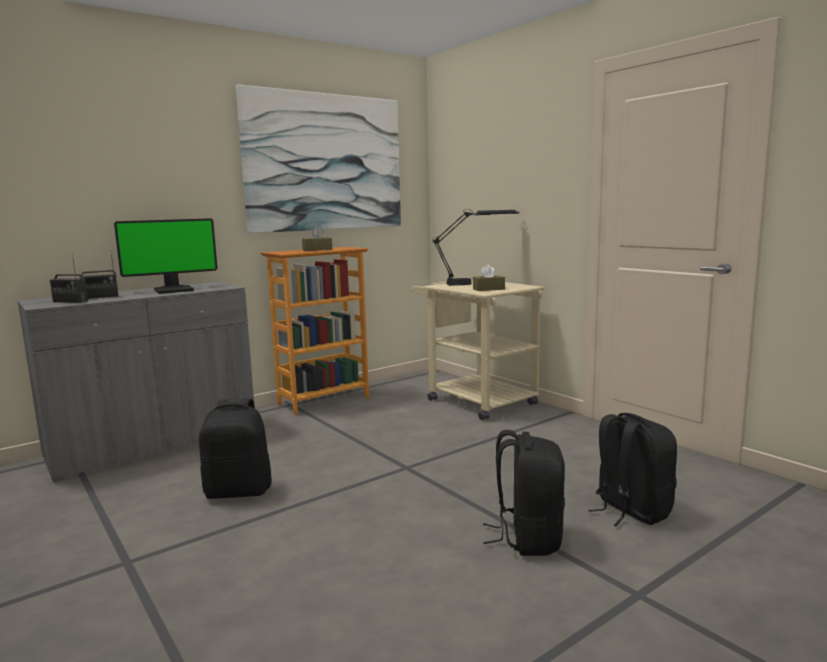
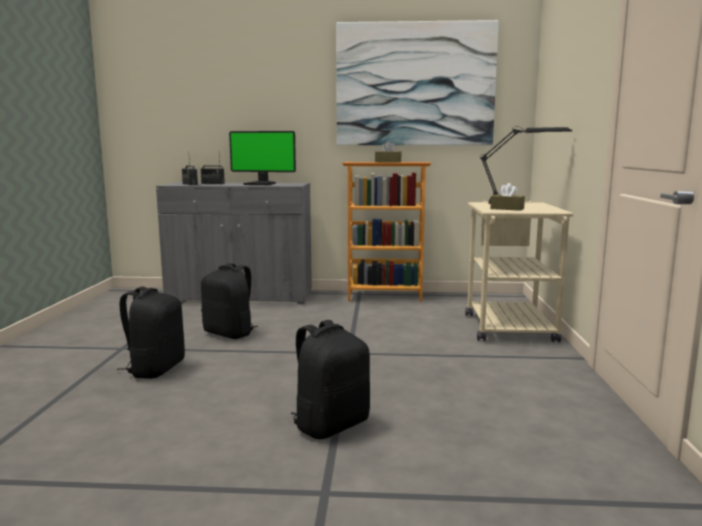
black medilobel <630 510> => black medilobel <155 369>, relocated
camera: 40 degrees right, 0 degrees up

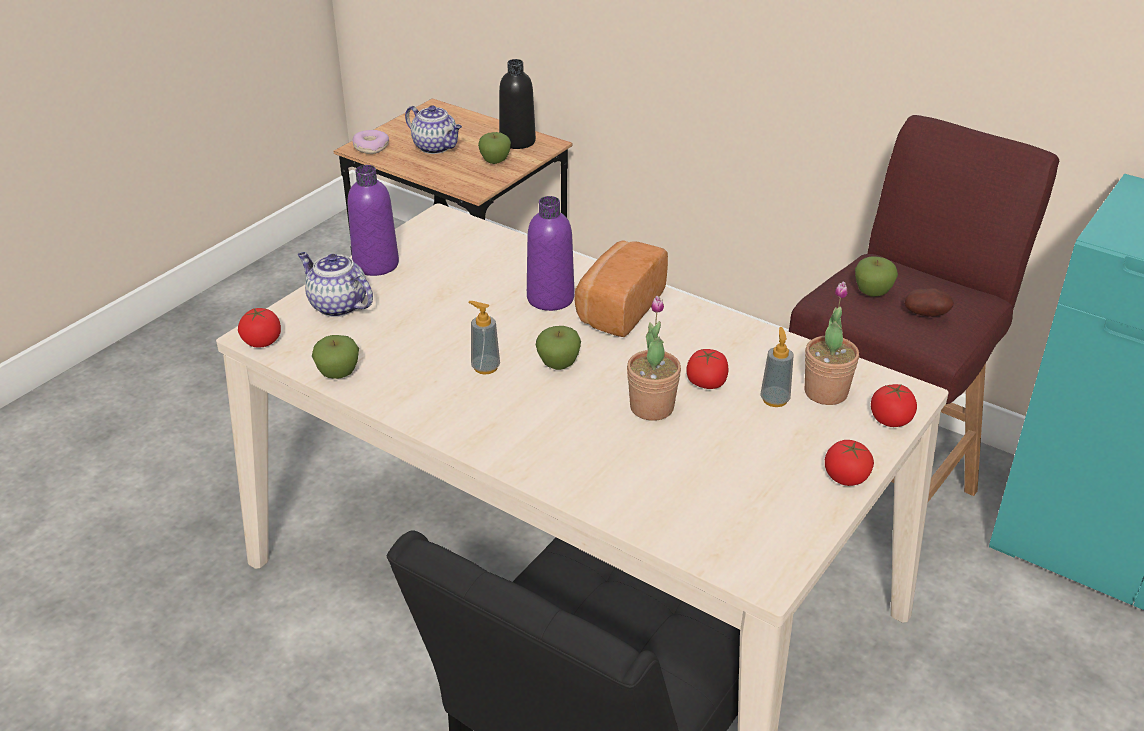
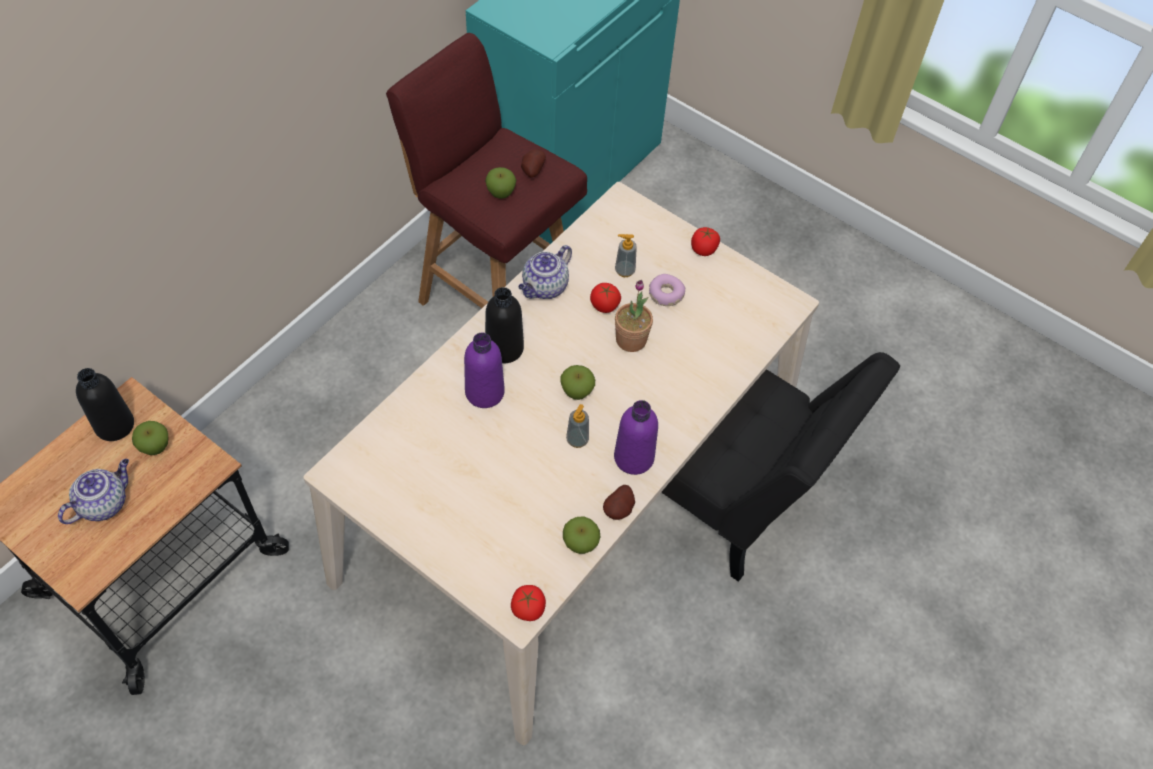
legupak <337 305> => legupak <545 288>, relocated
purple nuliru <376 264> => purple nuliru <634 457>, relocated
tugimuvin <371 147> => tugimuvin <666 294>, relocated
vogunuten <617 308> => black nuliru <504 348>
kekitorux <826 392> => nothing
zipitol <891 420> => nothing
nothing => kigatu <620 510>
camera: 90 degrees left, 20 degrees up

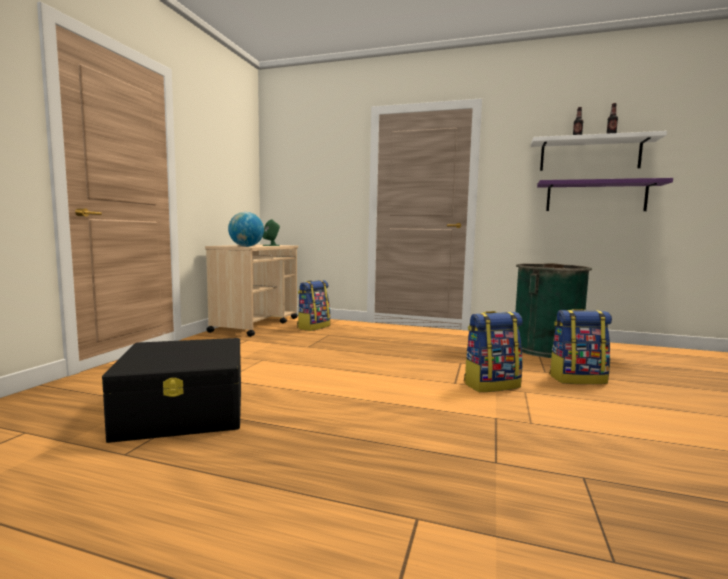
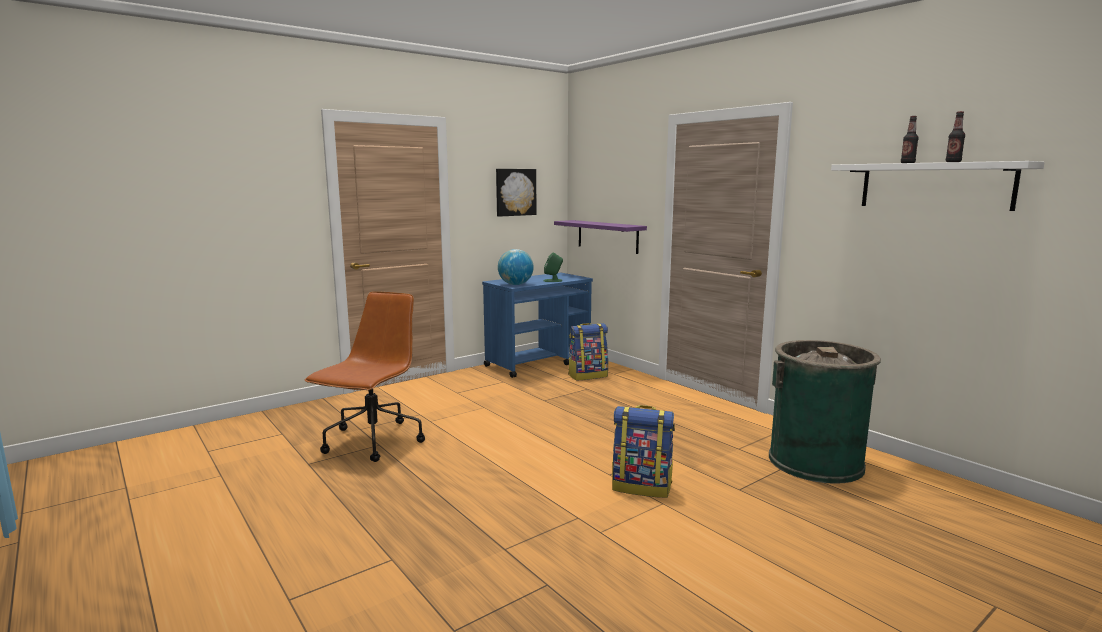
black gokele <185 410> => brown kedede <373 442>
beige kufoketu <256 324> => blue kufoketu <539 363>
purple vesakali <595 196> => purple vesakali <607 236>, relocated
medilobel <577 379> => nothing
nothing => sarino <515 192>
camera: 35 degrees right, 5 degrees up

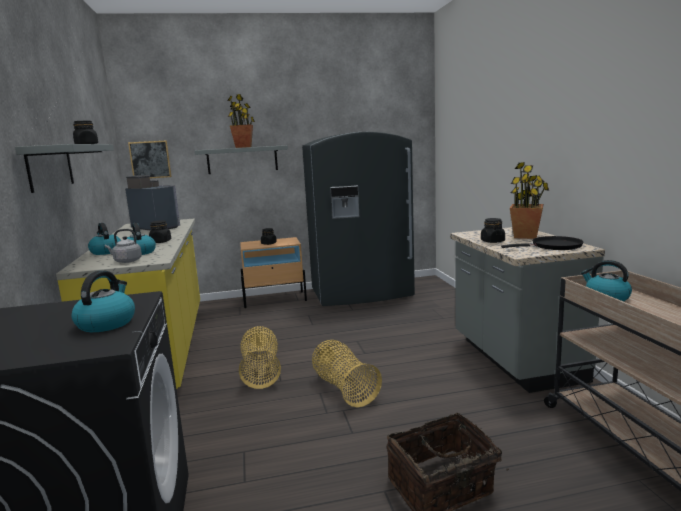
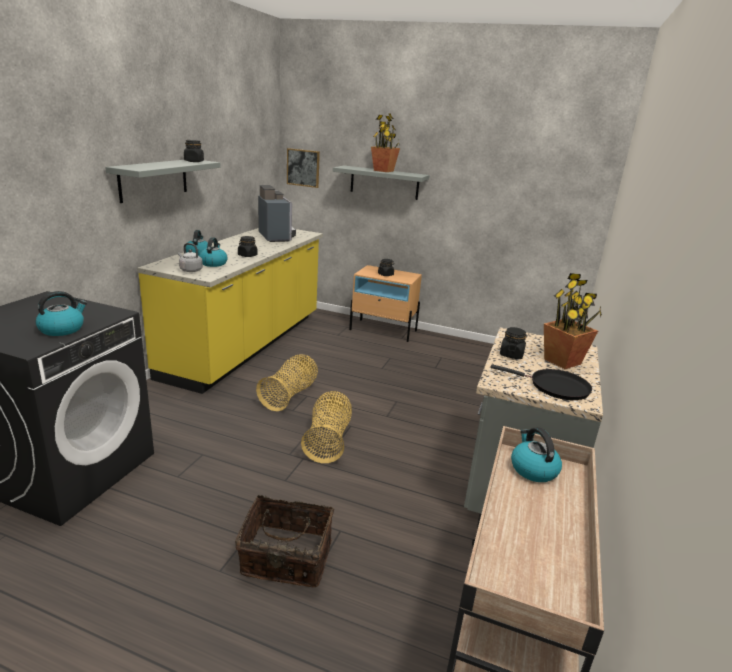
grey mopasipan <362 293> => nothing
camera: 30 degrees right, 10 degrees up

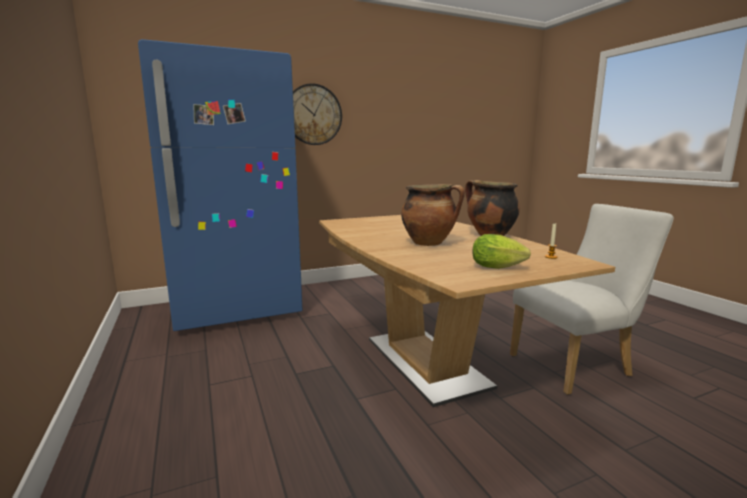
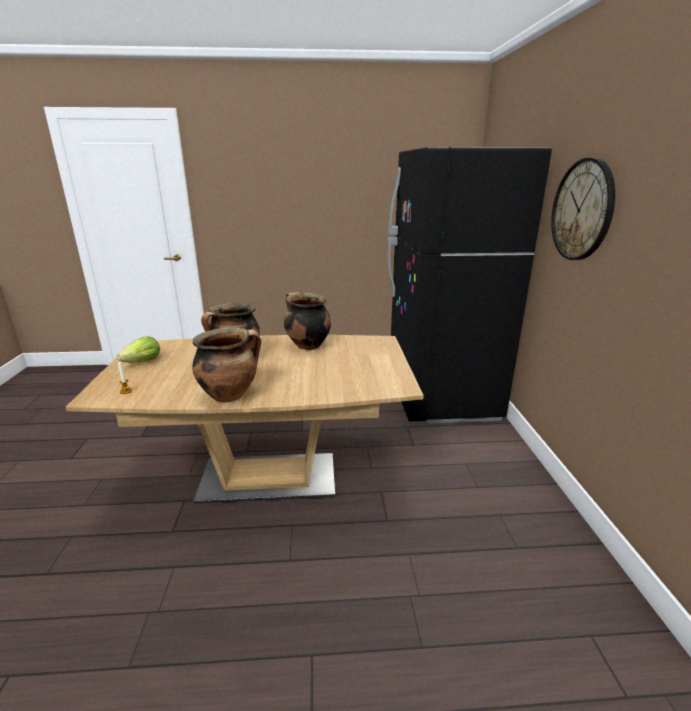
blue mopasipan <237 309> => black mopasipan <441 396>
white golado <576 365> => nothing
nothing => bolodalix <307 345>
camera: 110 degrees right, 10 degrees up

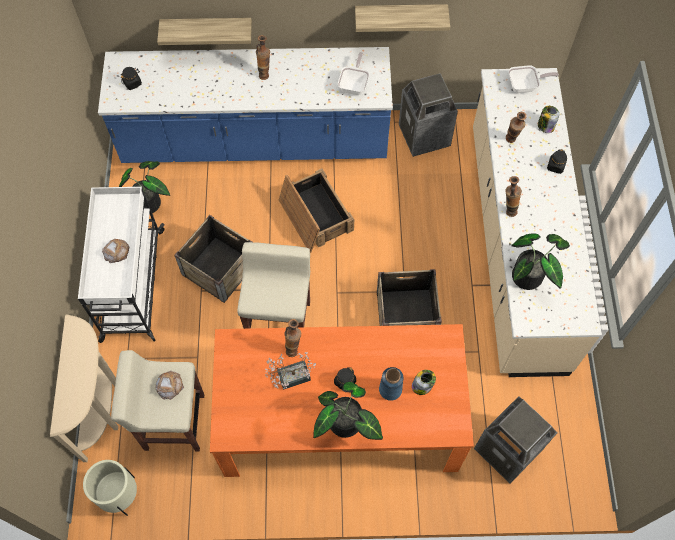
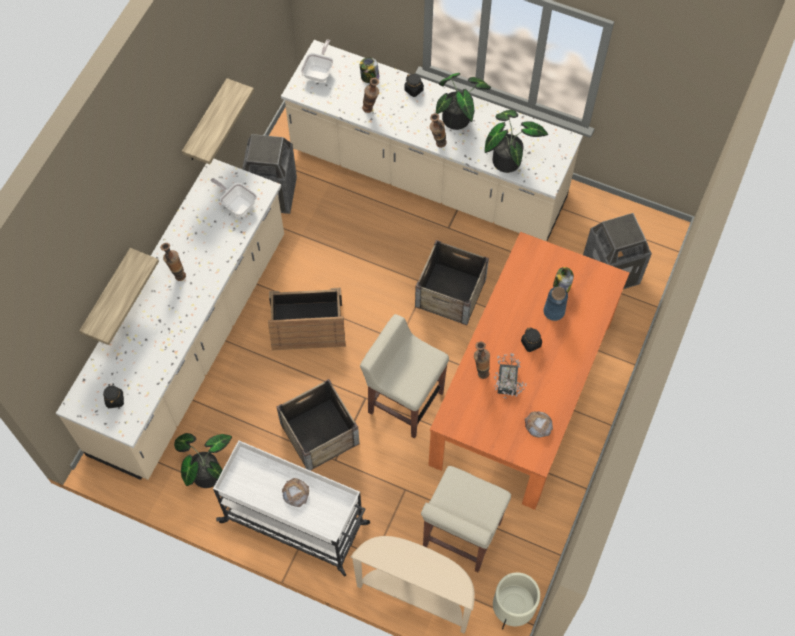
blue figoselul <255 142> => beige figoselul <191 344>
vogunuten <169 385> => vogunuten <538 425>, relocated
kekitorux <346 426> => kekitorux <460 119>, relocated
camera: 65 degrees left, 0 degrees up

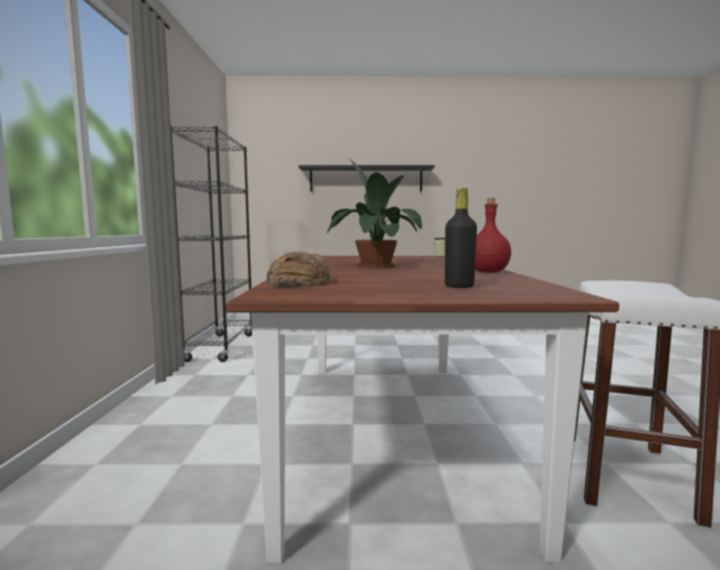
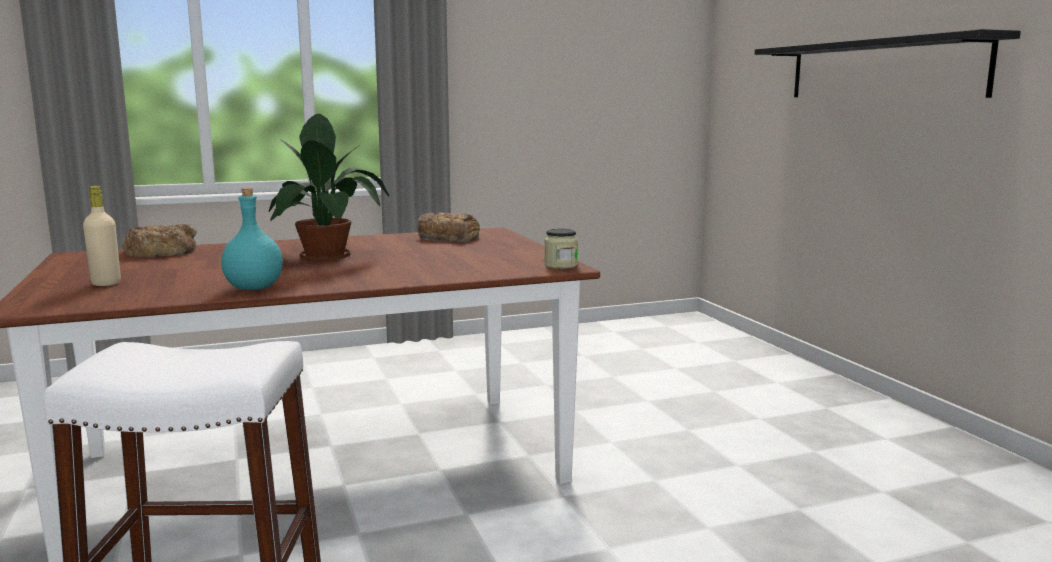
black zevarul <221 347> => nothing
black nuliru <459 286> => beige nuliru <106 283>
red nuliru <487 272> => turquoise nuliru <255 288>
nothing => vogunuten <448 237>
camera: 70 degrees right, 5 degrees up

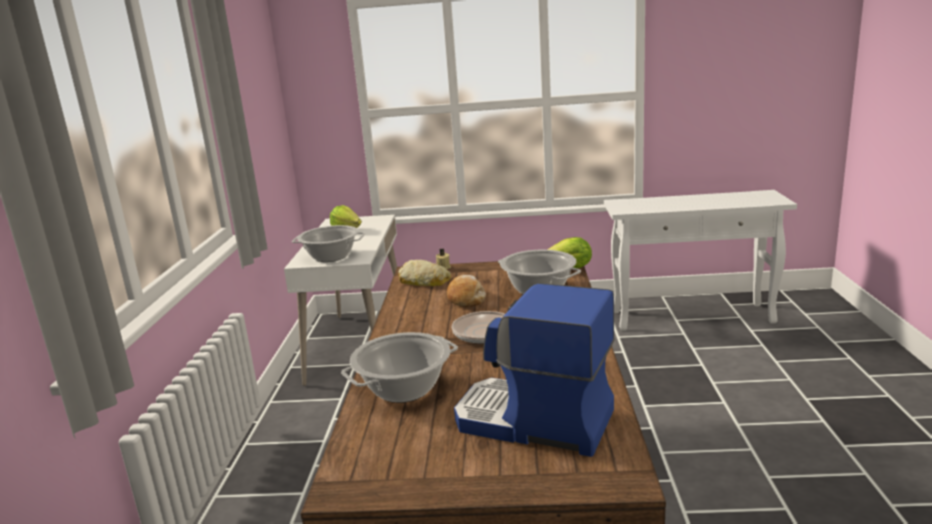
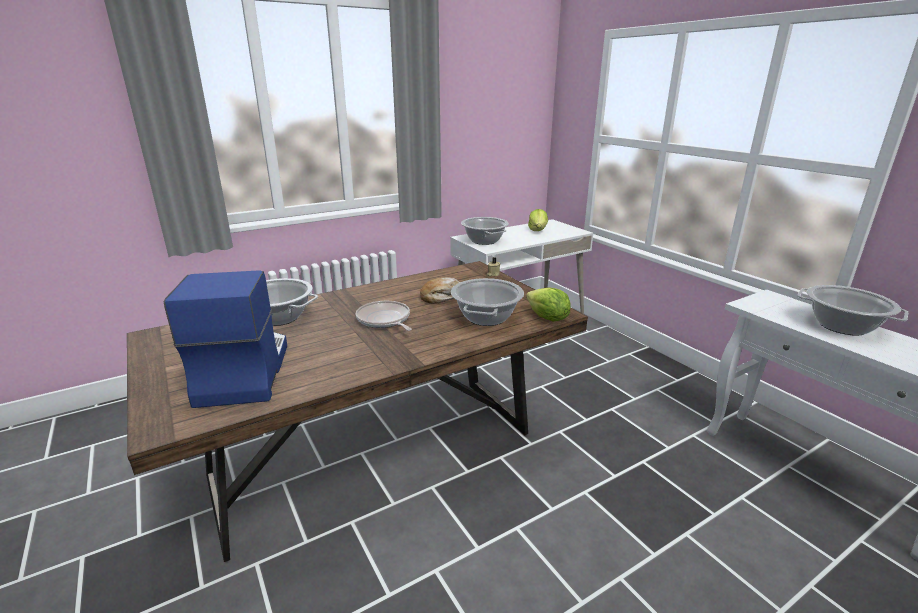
vogunuten <424 281> => nothing
nothing => bolodalix <842 326>
camera: 55 degrees right, 5 degrees up

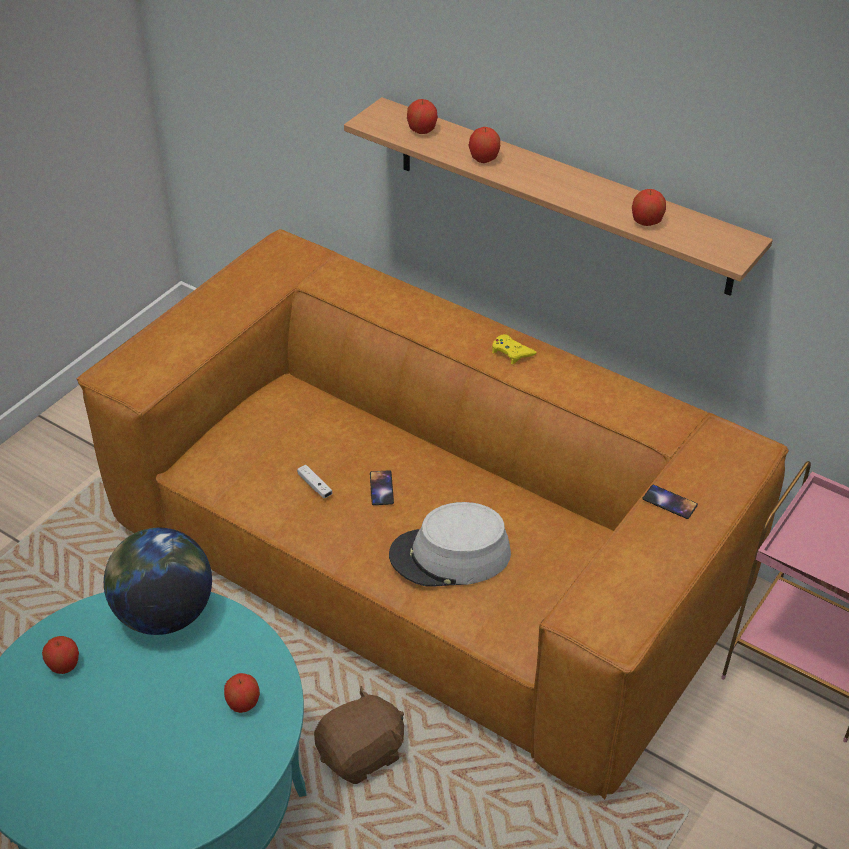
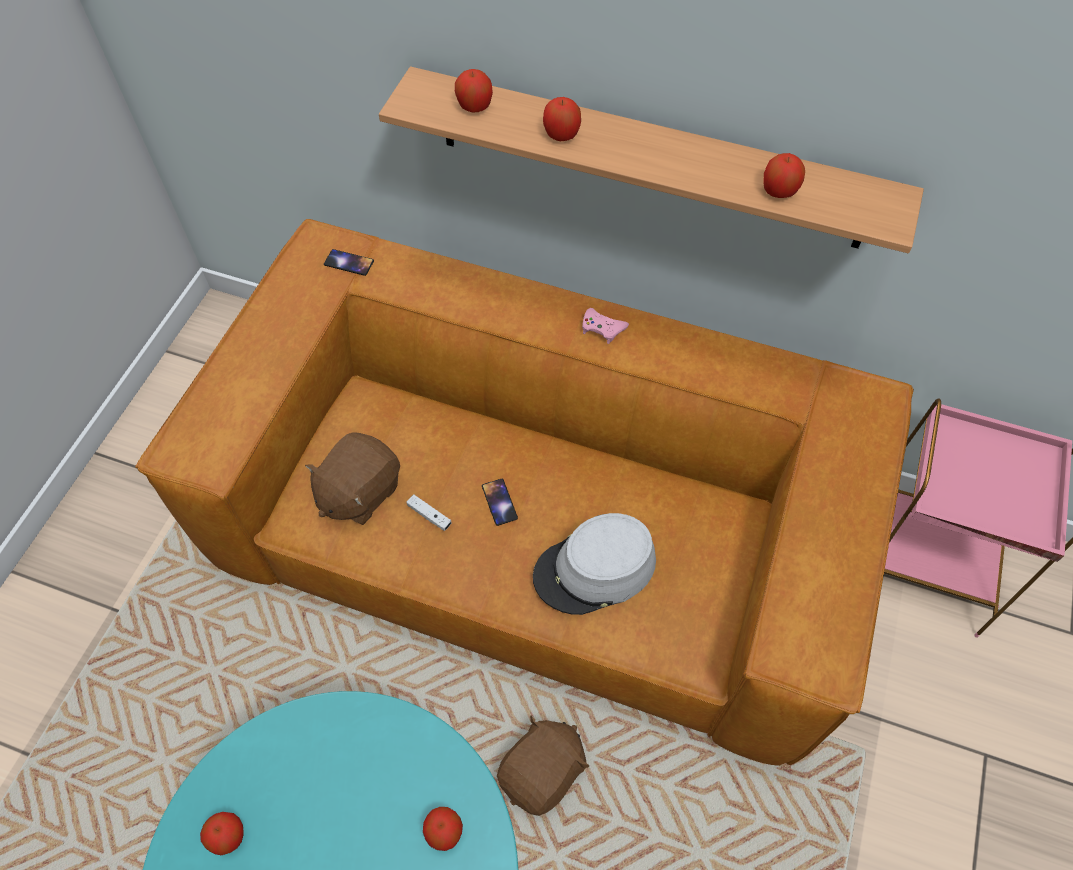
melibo <164 614> => nothing
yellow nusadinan <511 352> => pink nusadinan <602 328>
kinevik <670 502> => kinevik <349 262>, relocated
nothing => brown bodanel <359 492>
camera: 15 degrees left, 15 degrees up

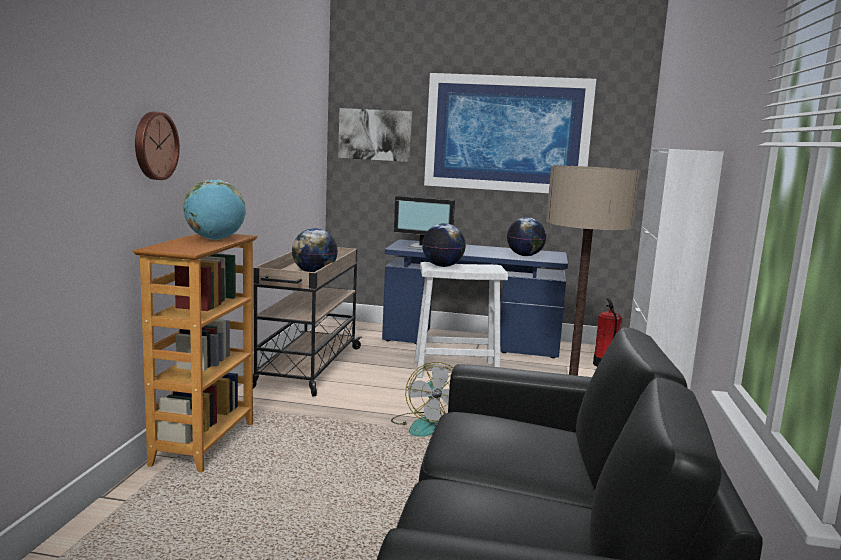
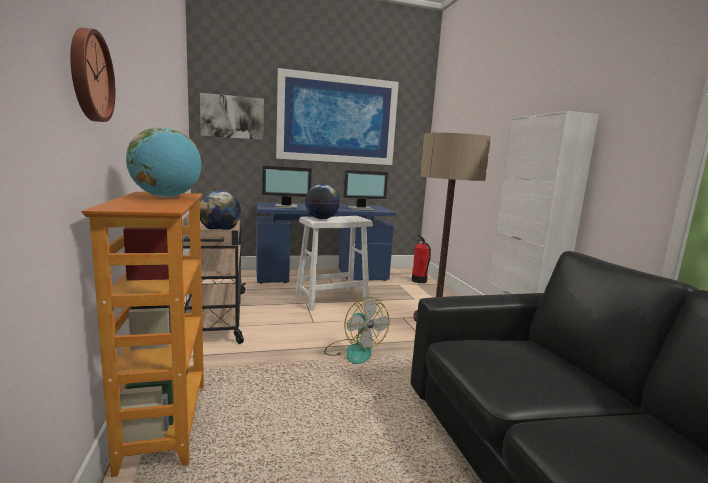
melibo <525 255> => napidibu <361 208>
camera: 25 degrees left, 0 degrees up

